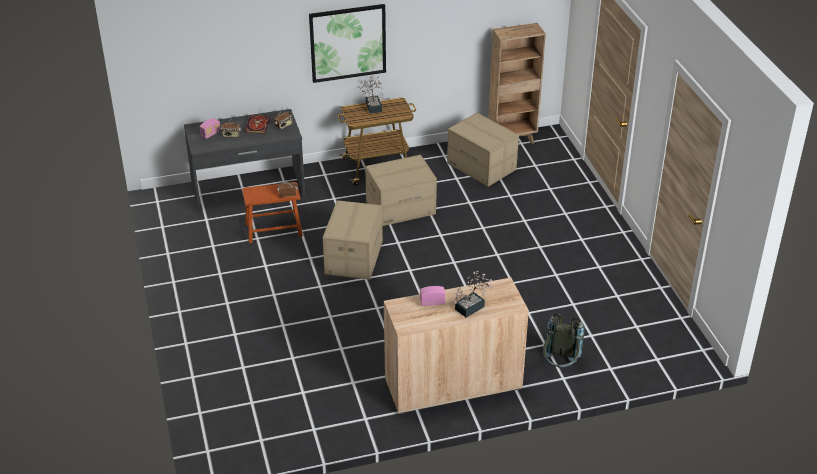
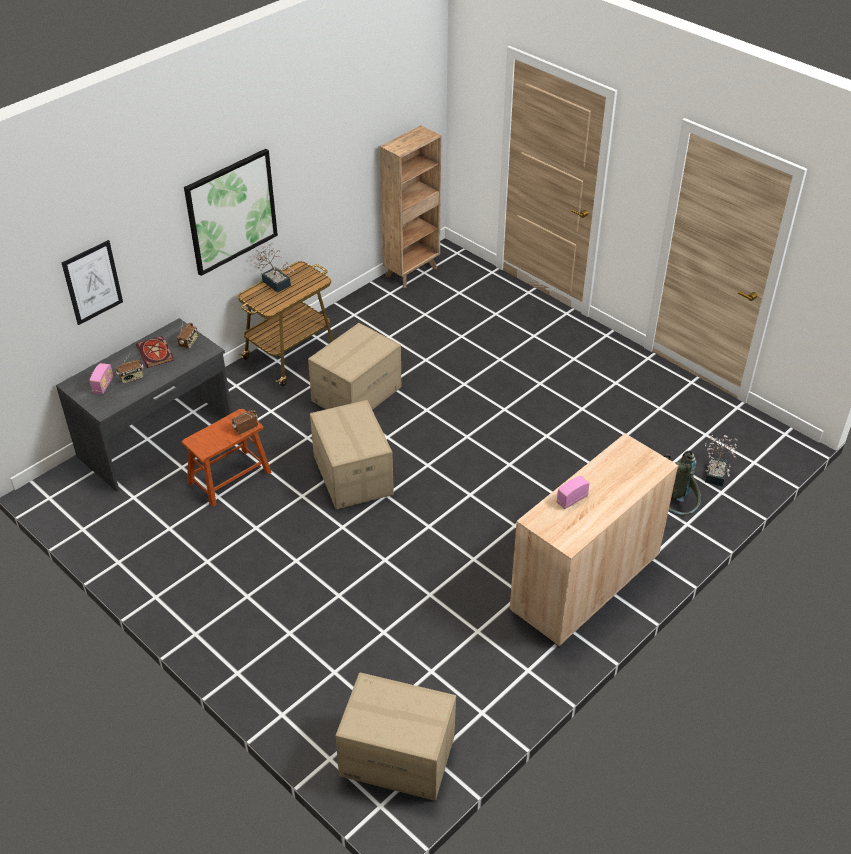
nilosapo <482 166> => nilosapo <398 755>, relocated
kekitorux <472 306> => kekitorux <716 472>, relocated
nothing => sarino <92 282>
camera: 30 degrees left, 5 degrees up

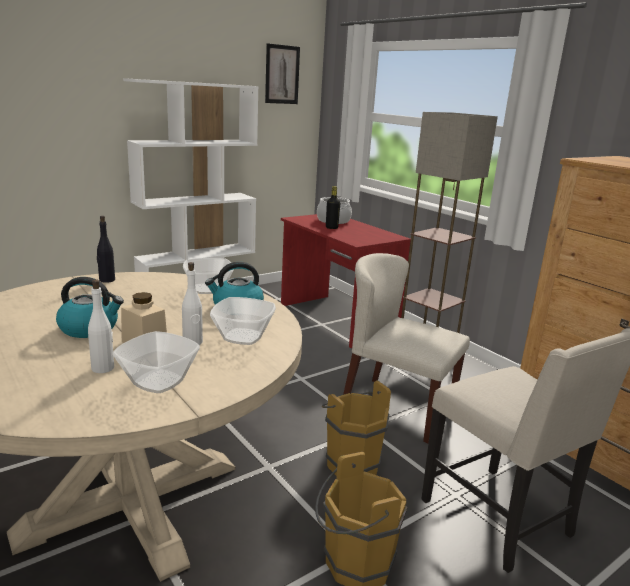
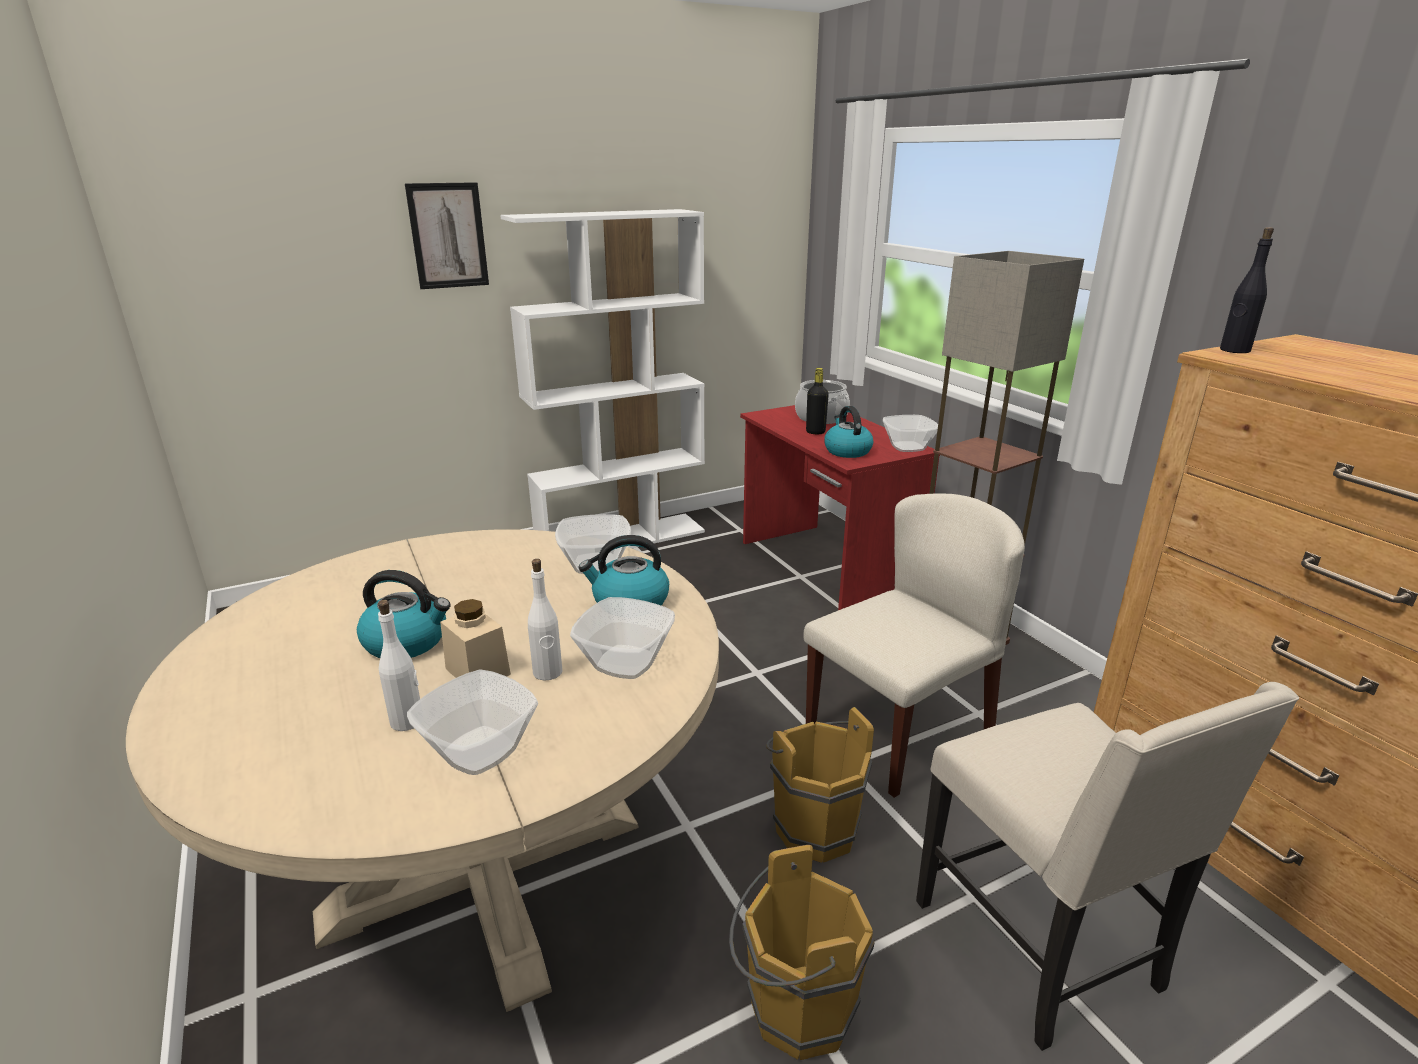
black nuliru <106 280> => black nuliru <1234 350>, relocated
sarino <282 74> => sarino <448 236>, relocated
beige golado <397 408> => beige golado <899 731>, 105 degrees clockwise
nothing => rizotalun <847 451>
nothing => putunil <908 447>
camera: 10 degrees right, 5 degrees up

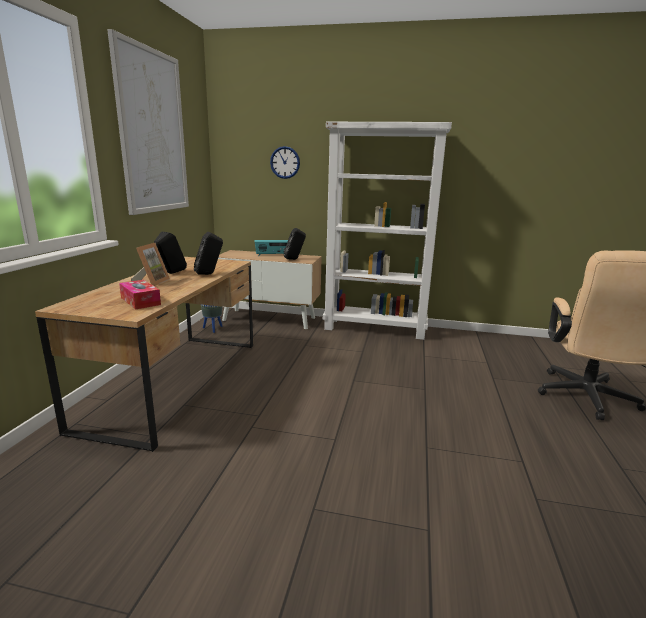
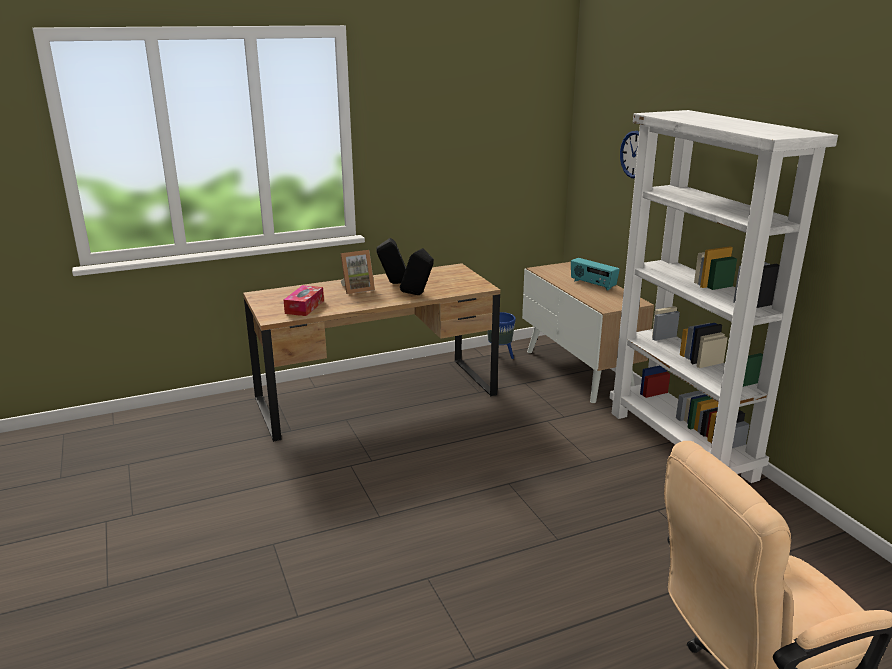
sarino <152 132> => nothing
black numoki <294 259> => nothing
camera: 55 degrees right, 5 degrees up

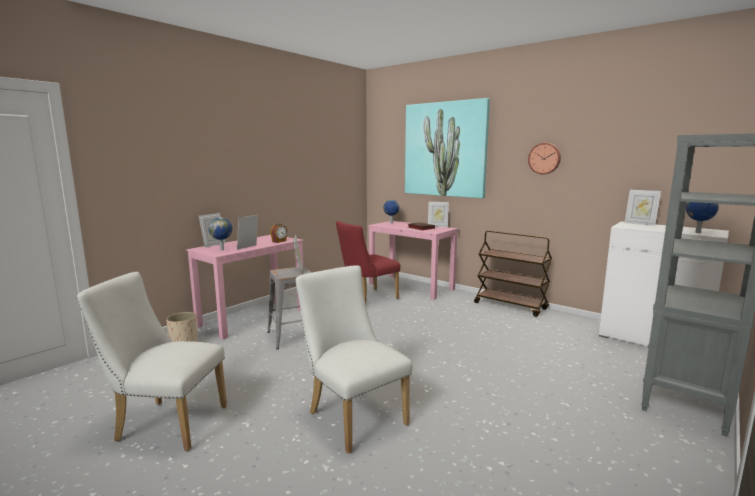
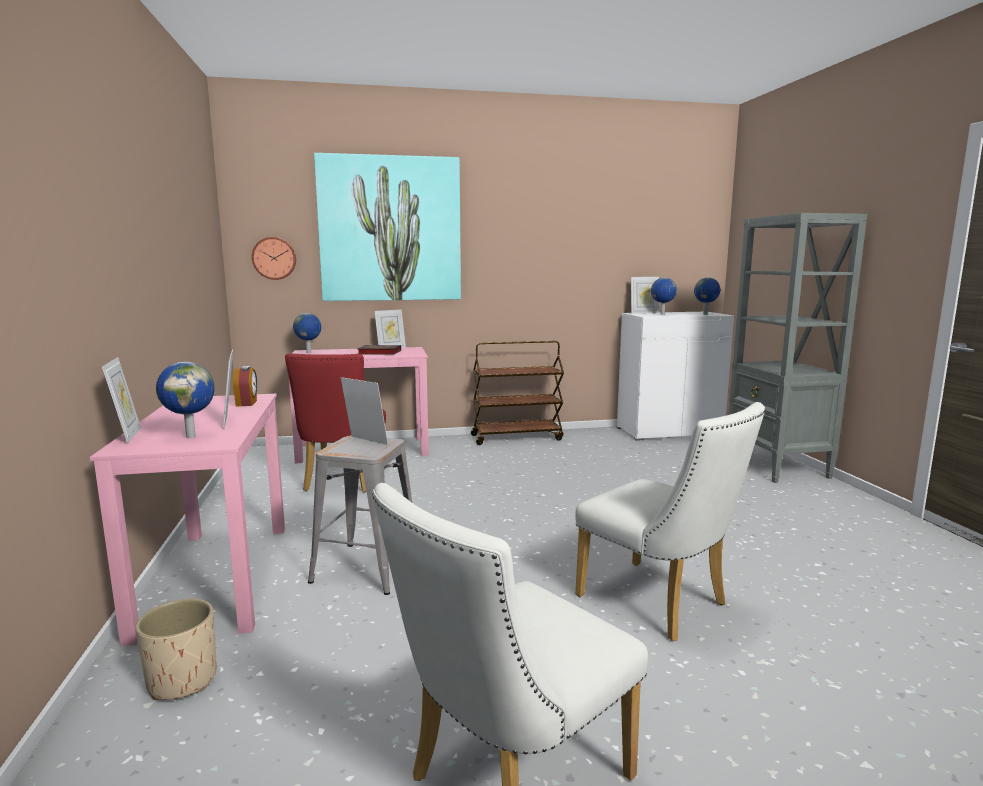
white golado <352 415> => white golado <660 604>, 135 degrees counterclockwise
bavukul <544 158> => bavukul <274 258>, relocated
nothing => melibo <662 314>
camera: 50 degrees left, 0 degrees up

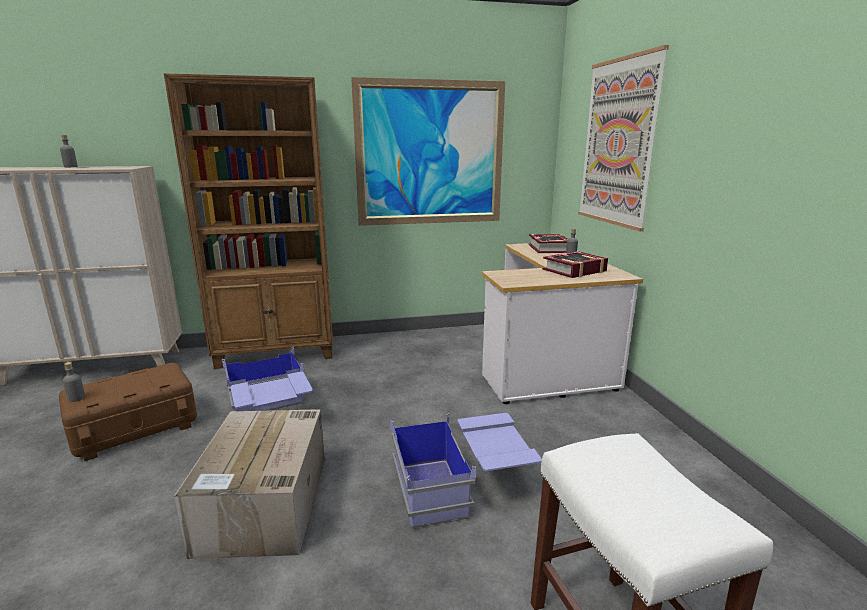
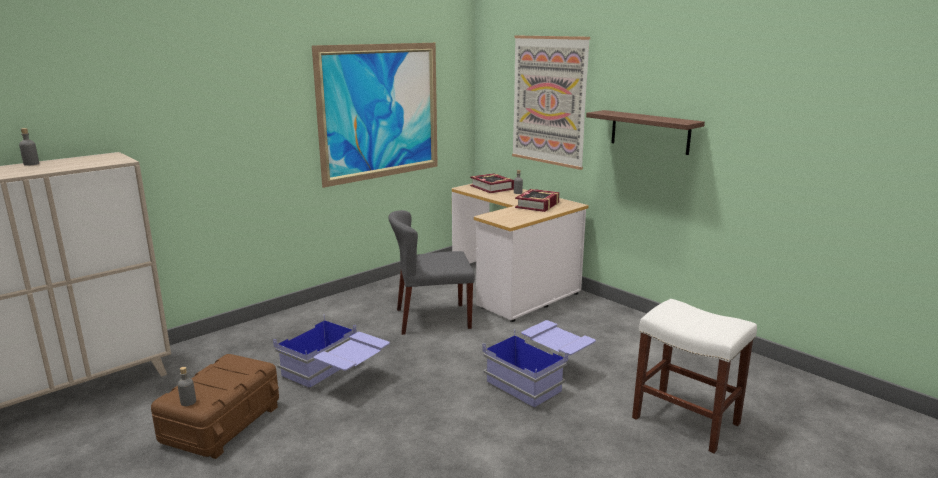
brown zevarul <277 352> => nothing
nilosapo <264 505> => nothing
nothing => grey golado <432 319>
nothing => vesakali <650 132>
camera: 30 degrees left, 0 degrees up

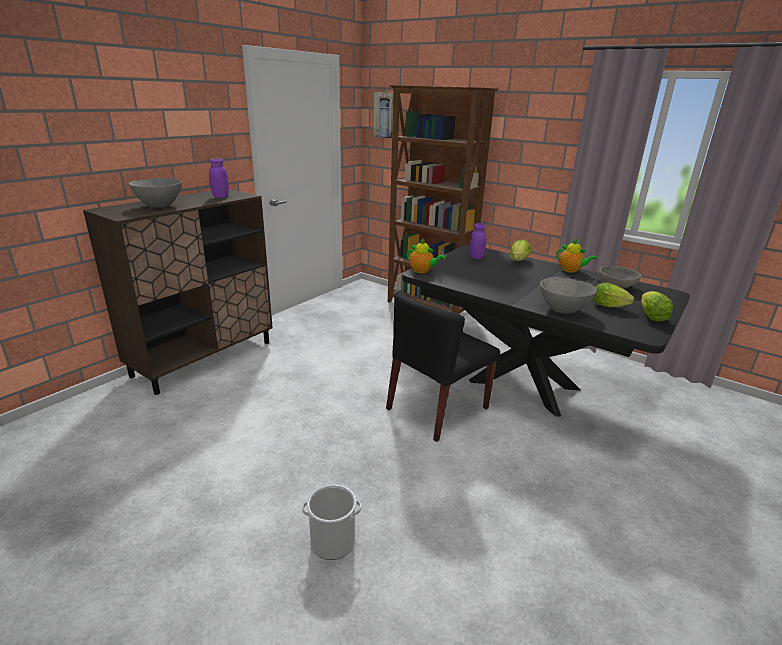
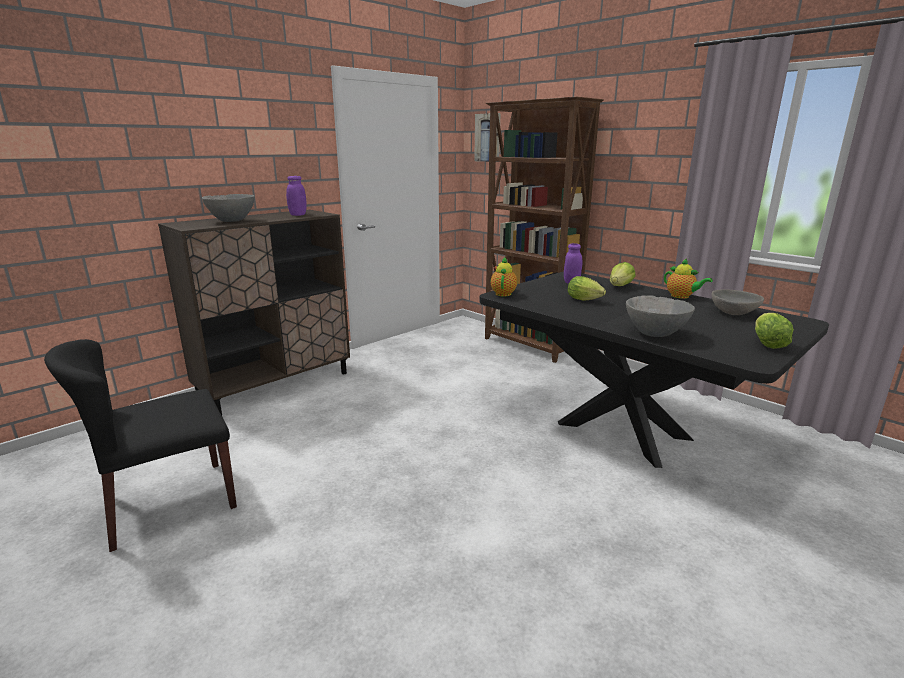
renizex <332 541> => nothing
black golado <437 409> => black golado <168 503>, relocated
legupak <422 271> => legupak <503 293>, 120 degrees counterclockwise
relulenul <610 306> => relulenul <586 300>, relocated
camera: 10 degrees right, 5 degrees down

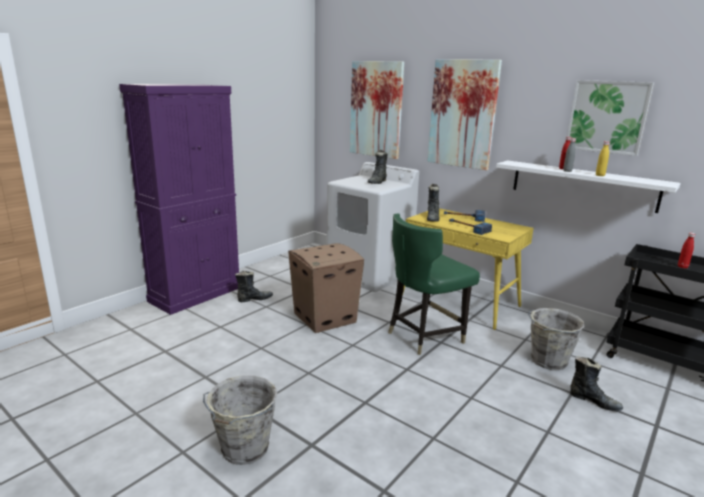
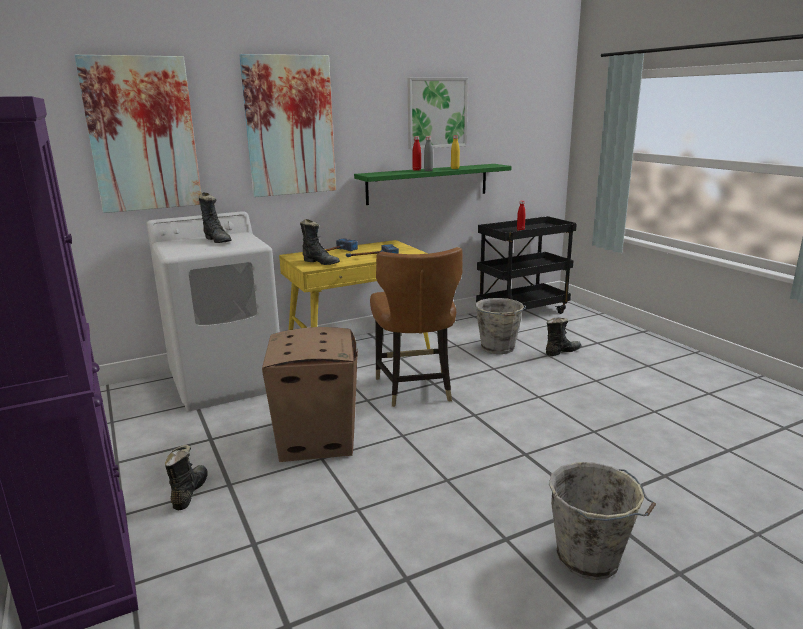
green golado <424 336> => brown golado <415 388>
white vesakali <582 185> => green vesakali <428 183>
camera: 65 degrees left, 0 degrees up

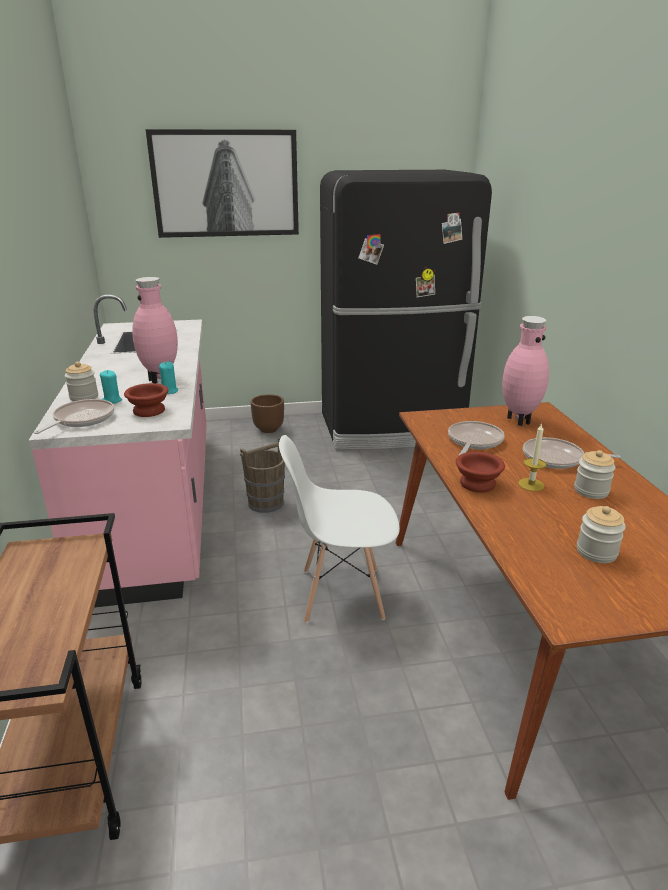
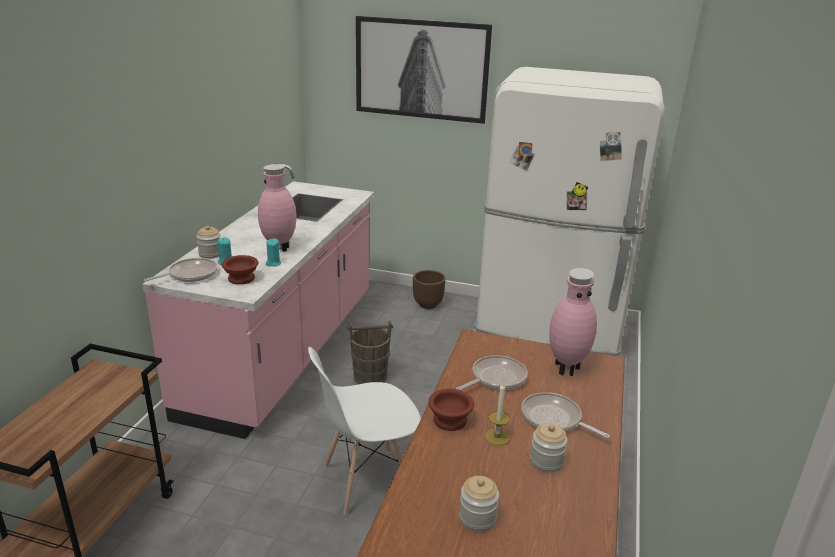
white golado <341 594> => white golado <366 481>, 45 degrees counterclockwise
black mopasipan <392 427> => white mopasipan <548 333>
camera: 25 degrees right, 0 degrees up

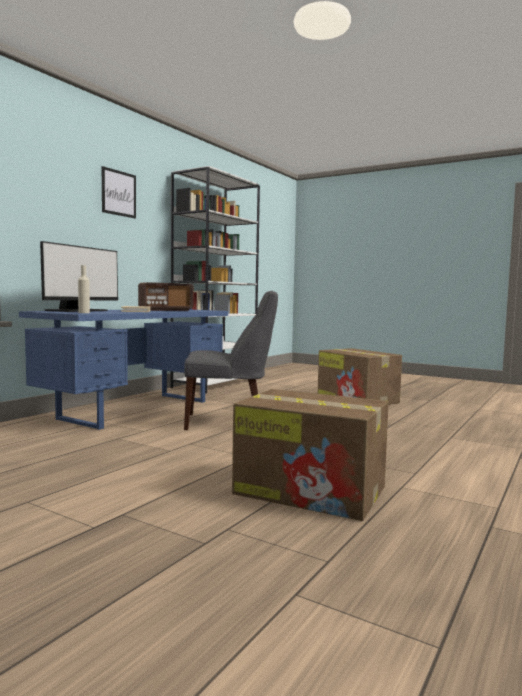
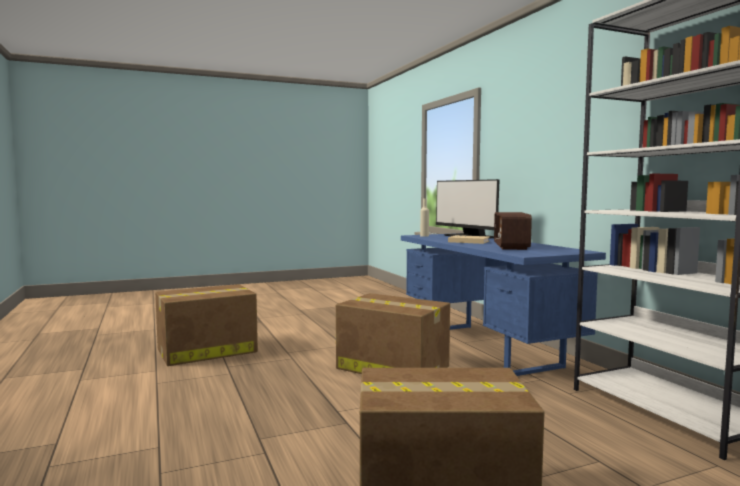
sarino <118 193> => nothing
grey golado <229 422> => nilosapo <391 367>
camera: 125 degrees right, 0 degrees up

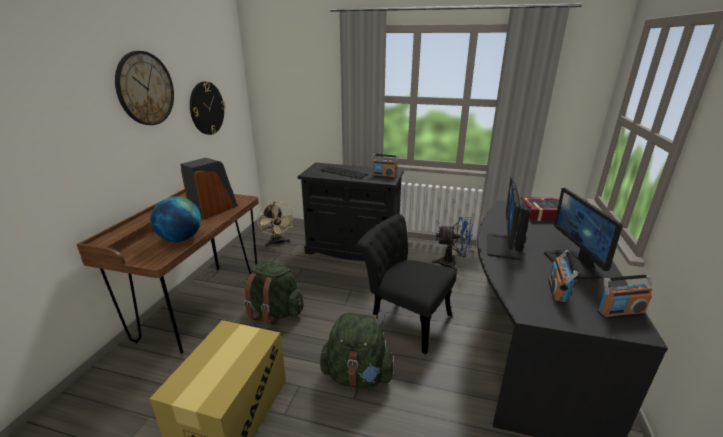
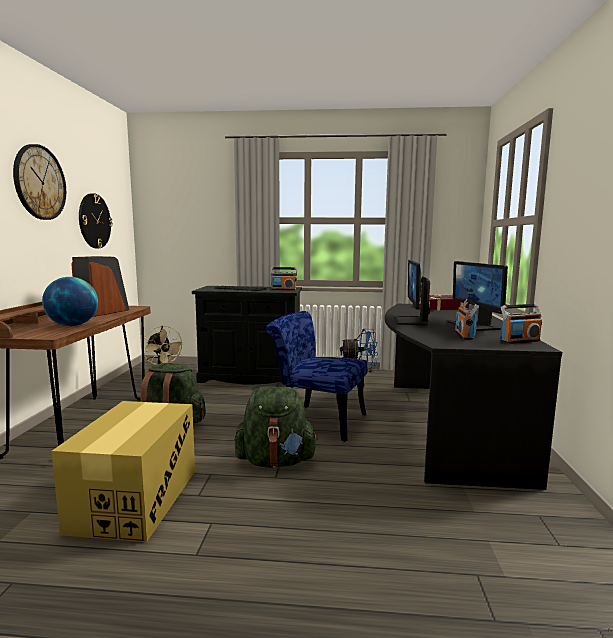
black golado <403 319> => blue golado <316 420>
camera: 10 degrees left, 15 degrees down

